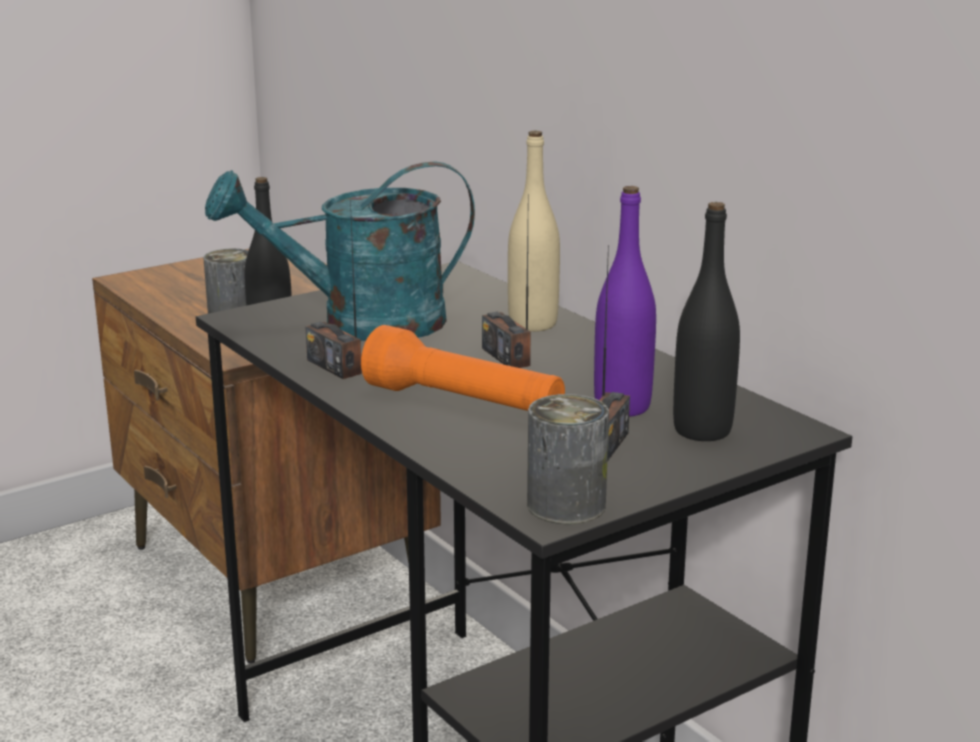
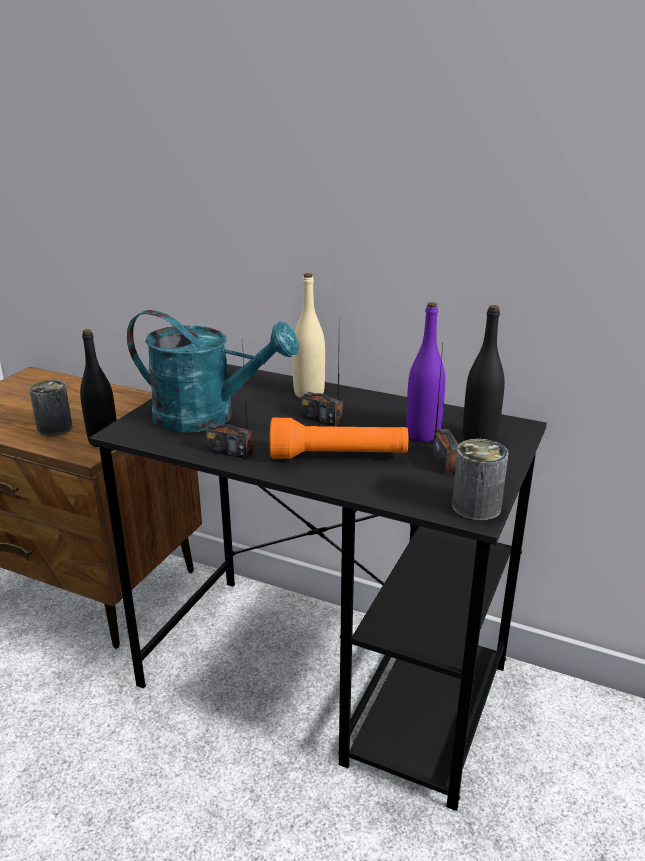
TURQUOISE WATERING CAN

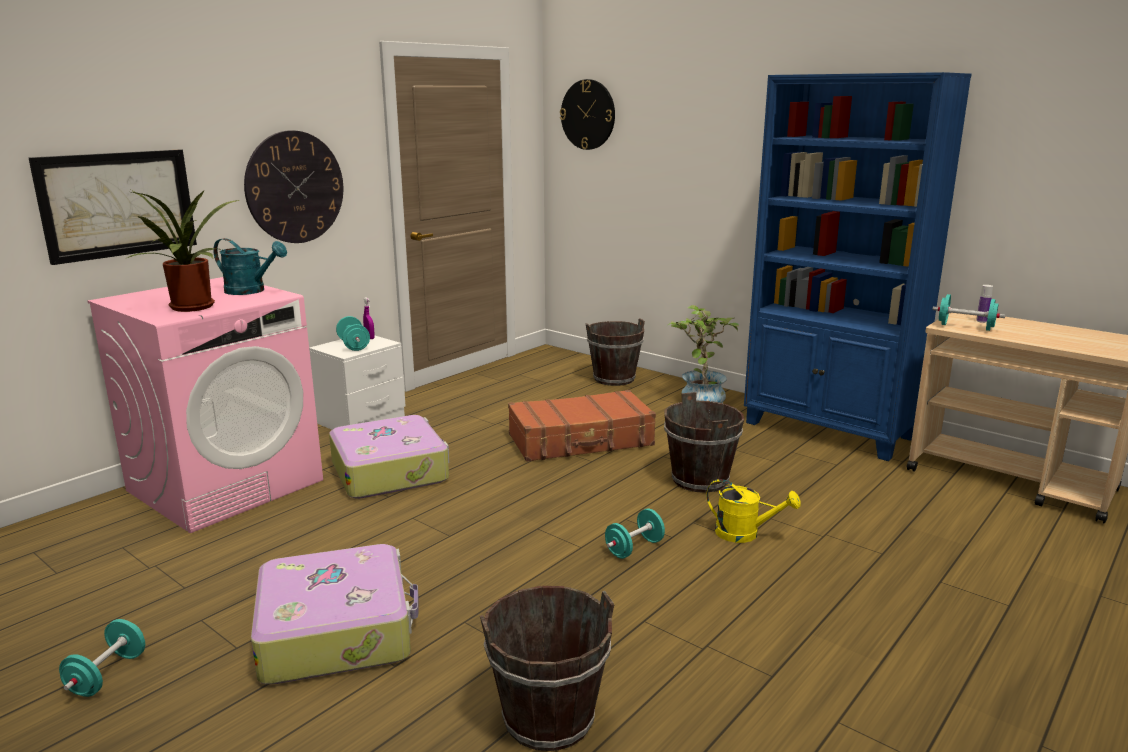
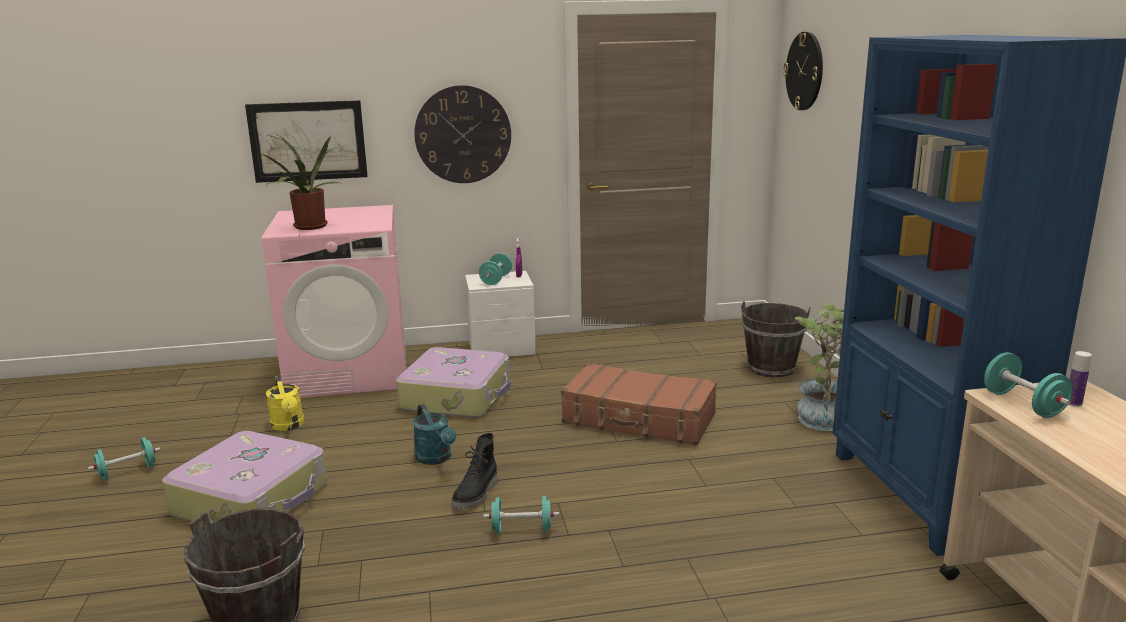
BROWN BUCKET (3rd from left in the first image)
BLACK BOOT
TURQUOISE WATERING CAN
YELLOW WATERING CAN

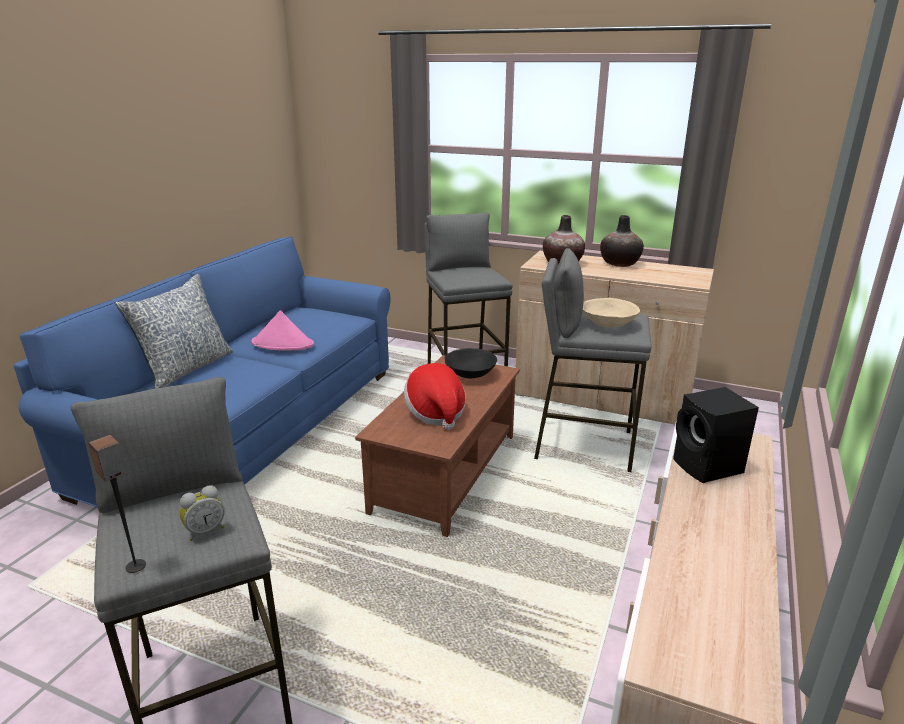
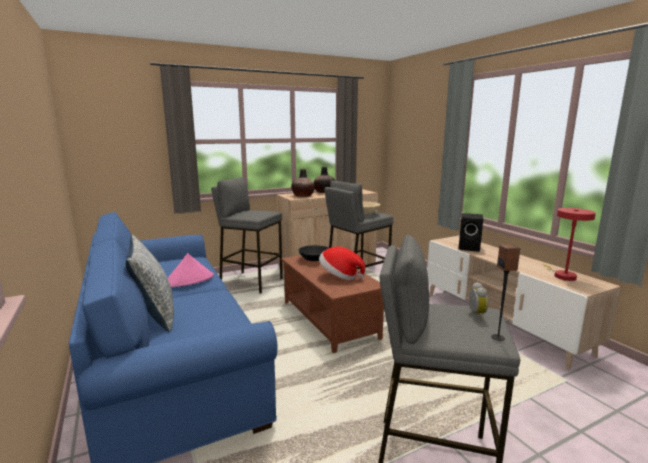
RED TABLE LAMP

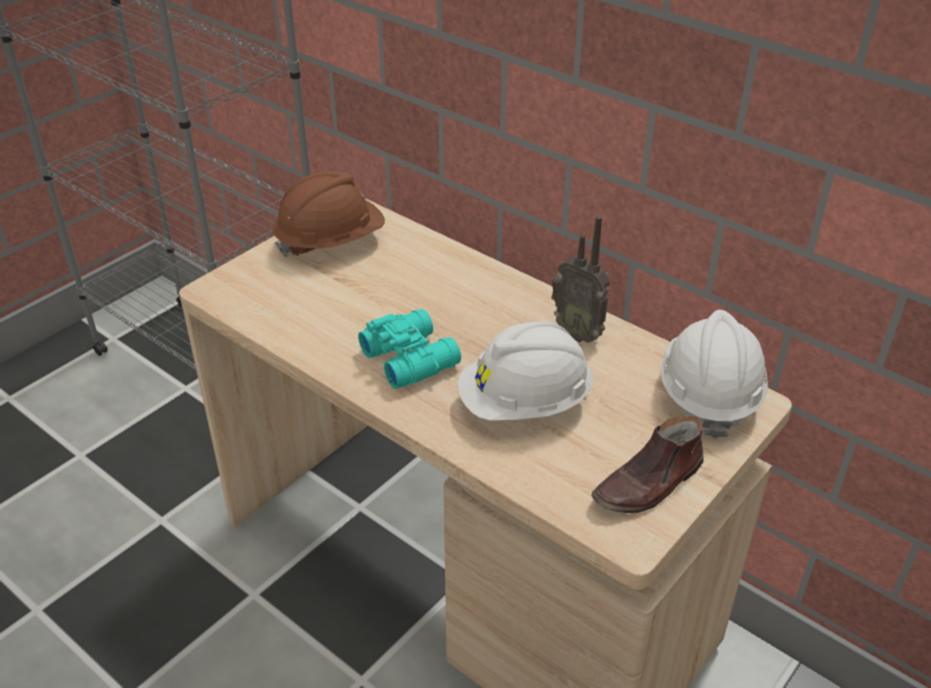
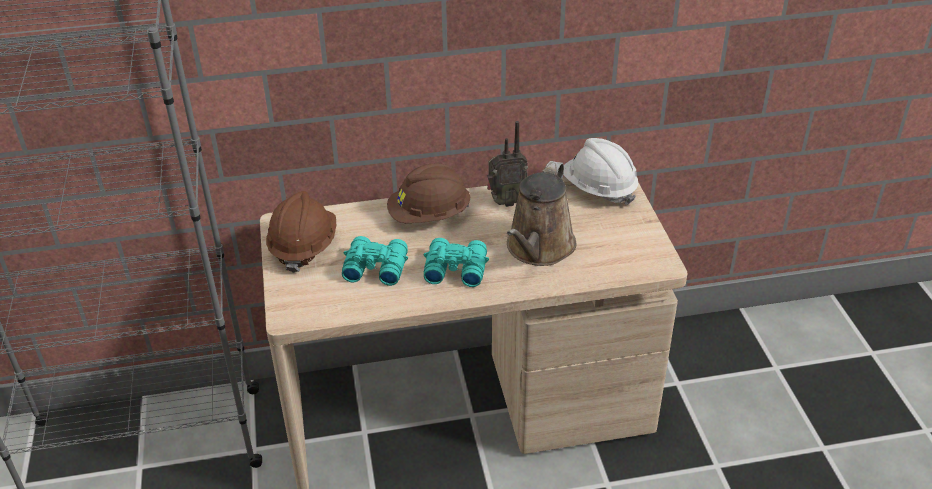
BROWN SHOE
TURQUOISE BINOCULARS (1st from left)
BROWN HARD HAT (2nd from left)
BROWN WATERING CAN

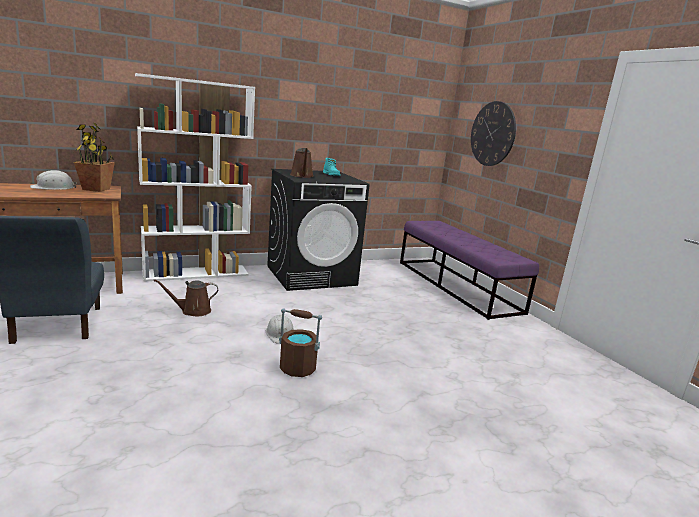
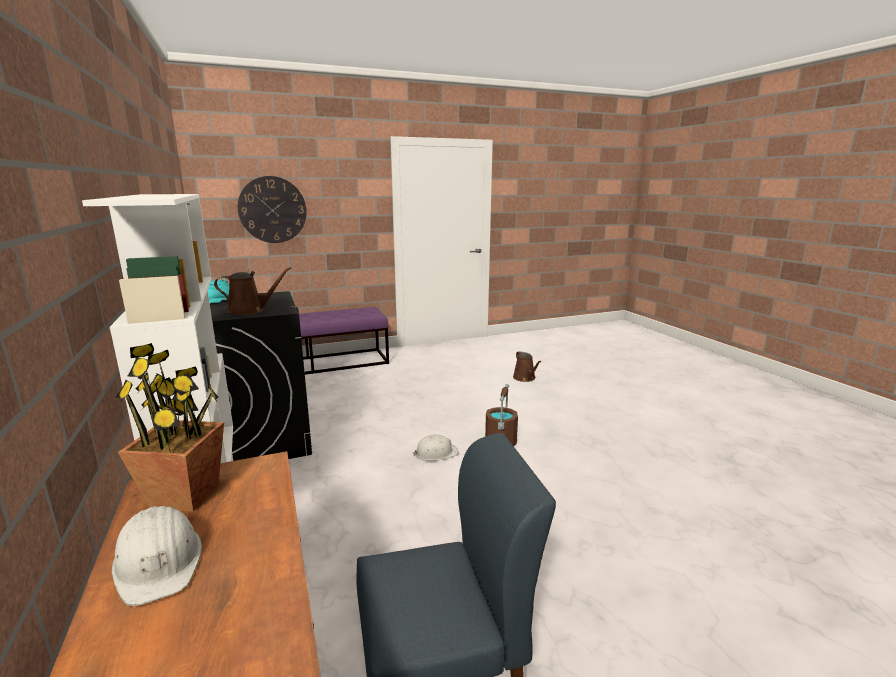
BROWN WATERING CAN (2nd from left)

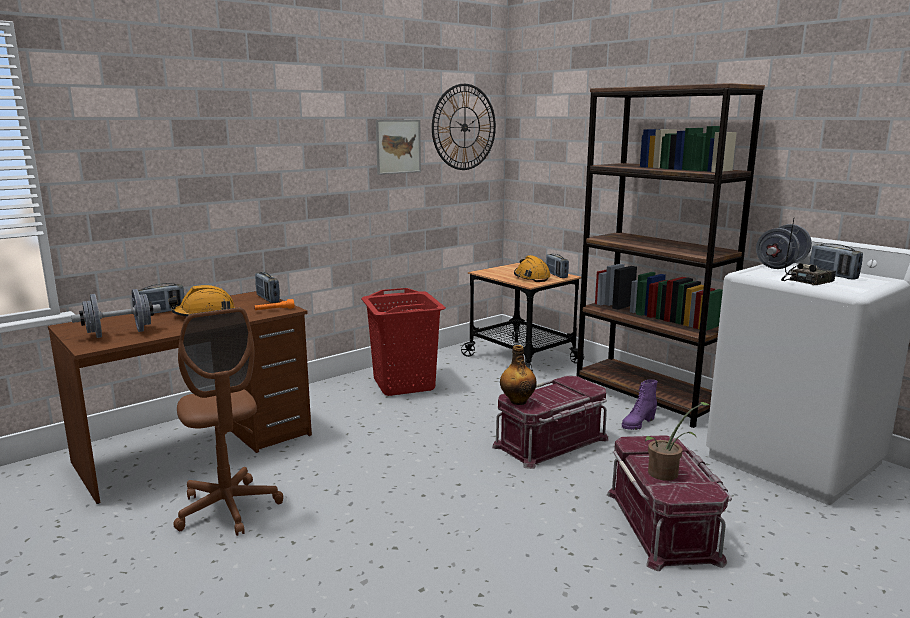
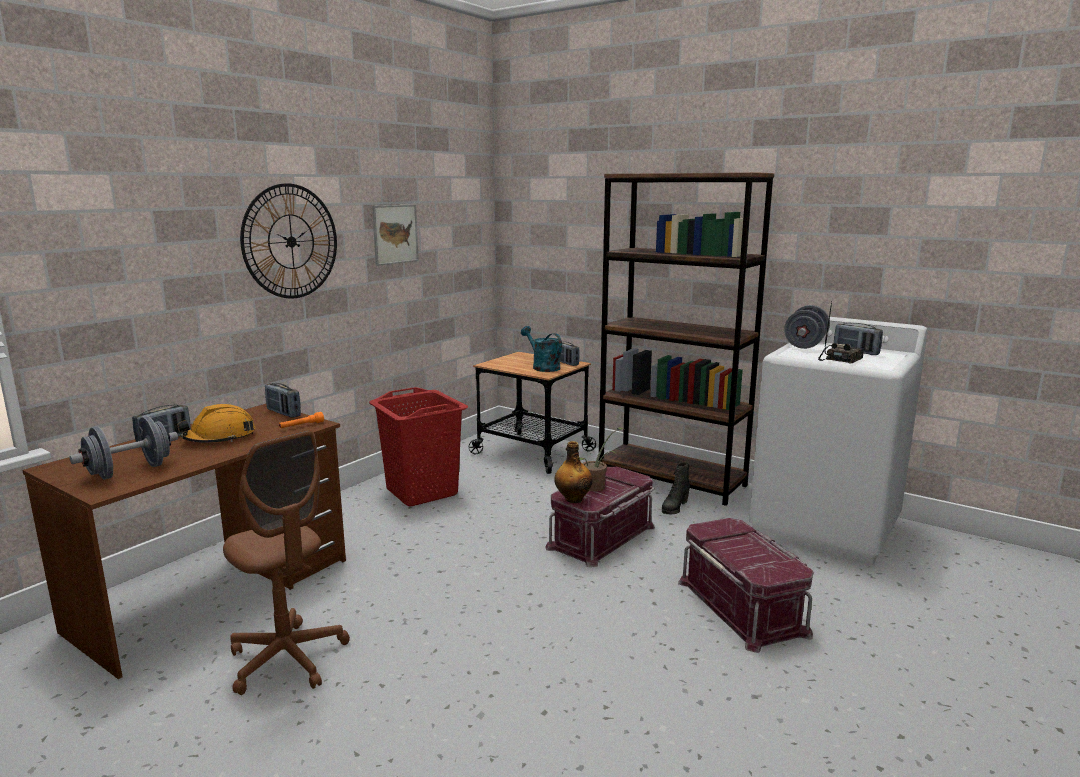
WALL CLOCK
POTTED PLANT
TURQUOISE WATERING CAN
BLACK BOOT

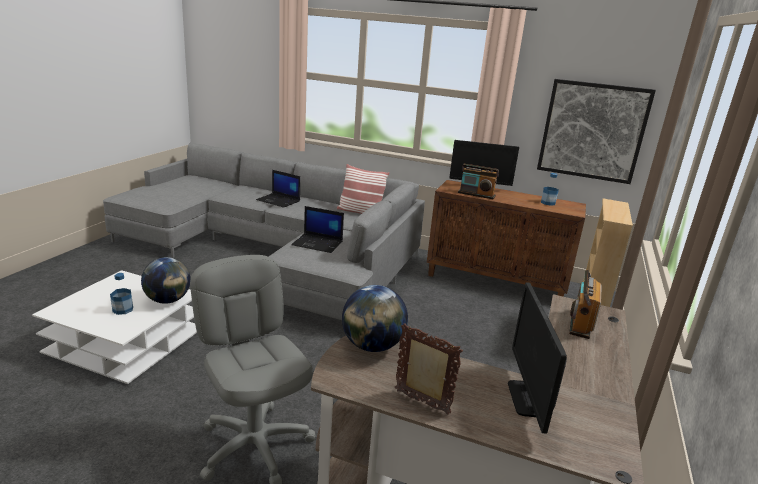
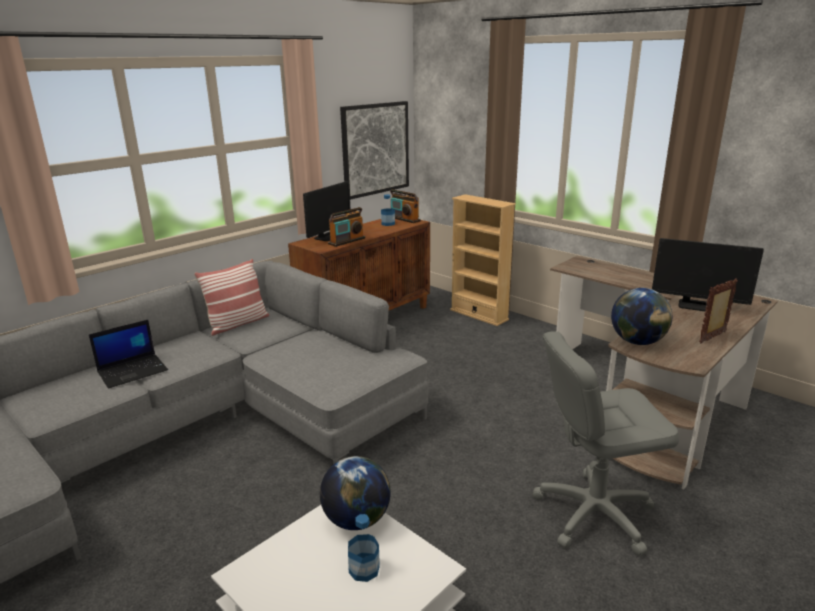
LAPTOP (2nd from left in the first image)
RADIO (2nd from left)

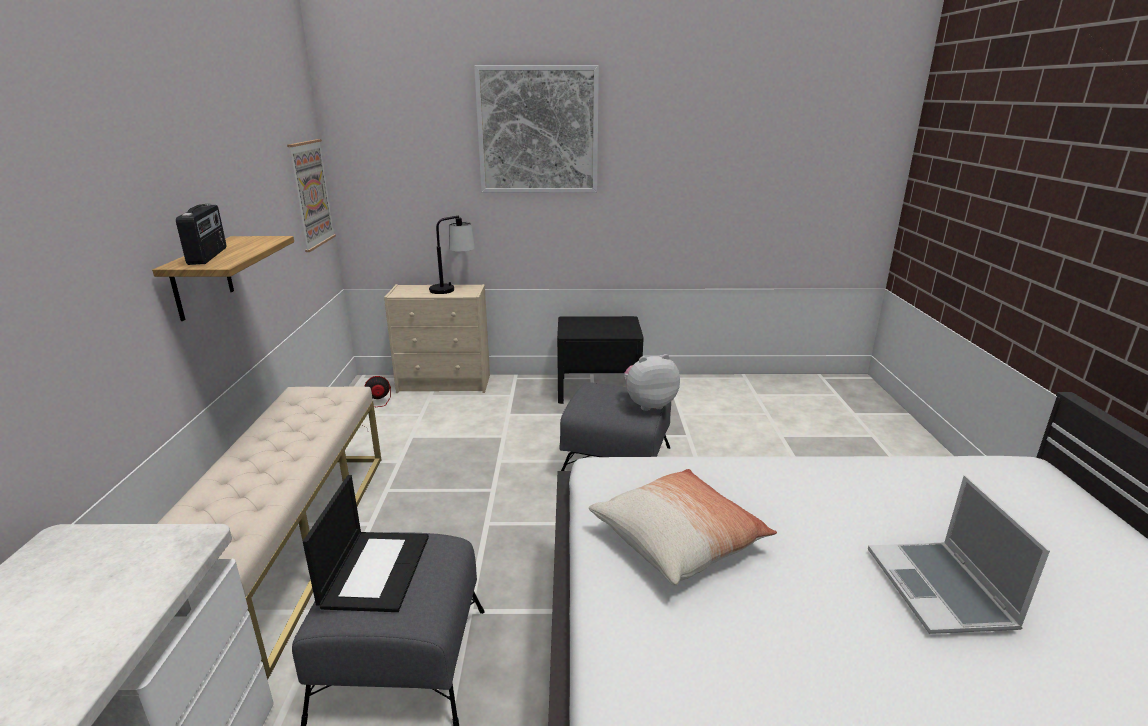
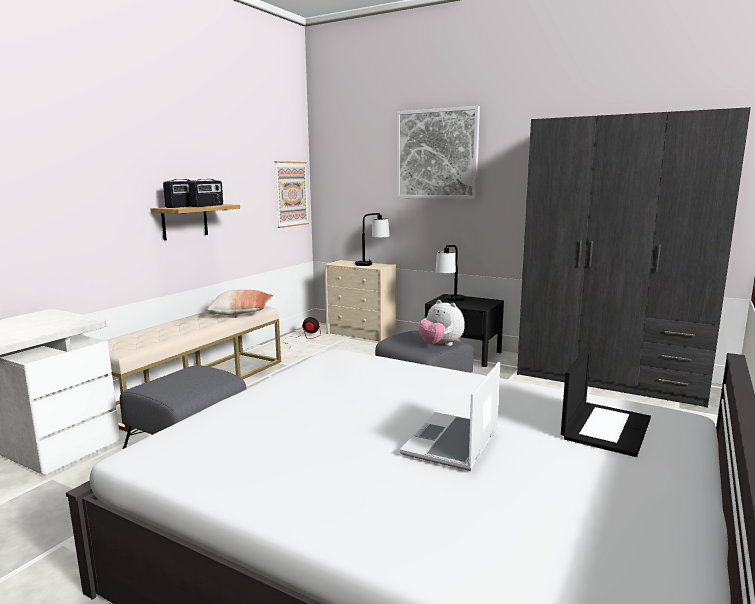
RADIO (2nd from left)
TABLE LAMP (2nd from left)
GREY WARDROBE
LAPTOP (2nd from left)
PILLOW
PLUSH TOY

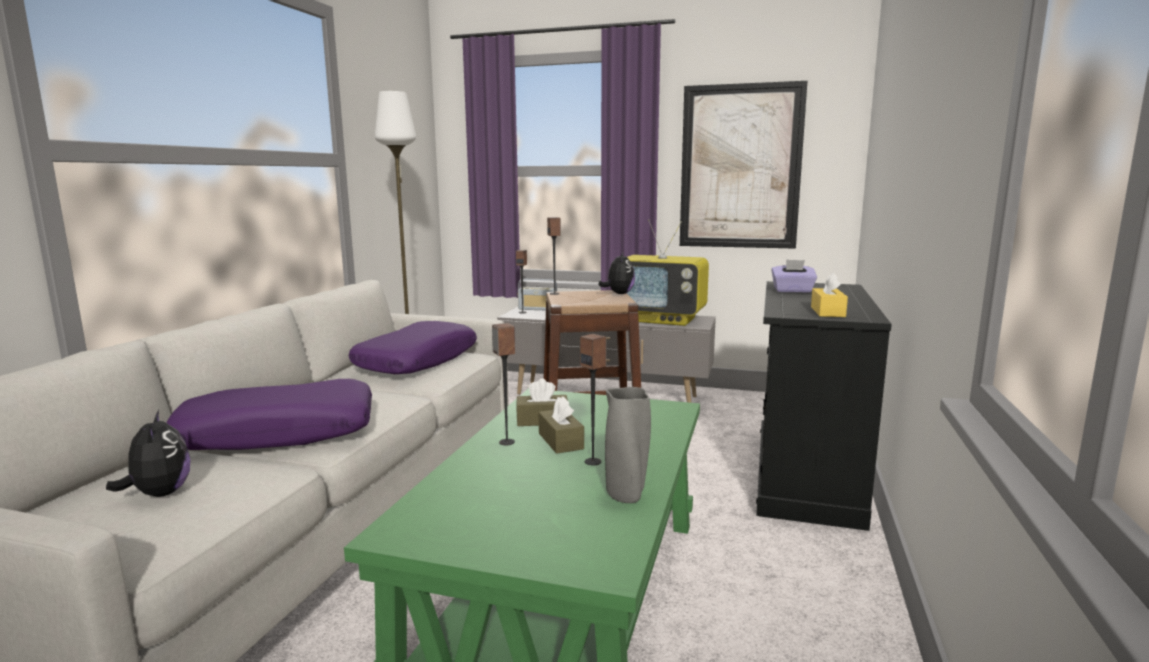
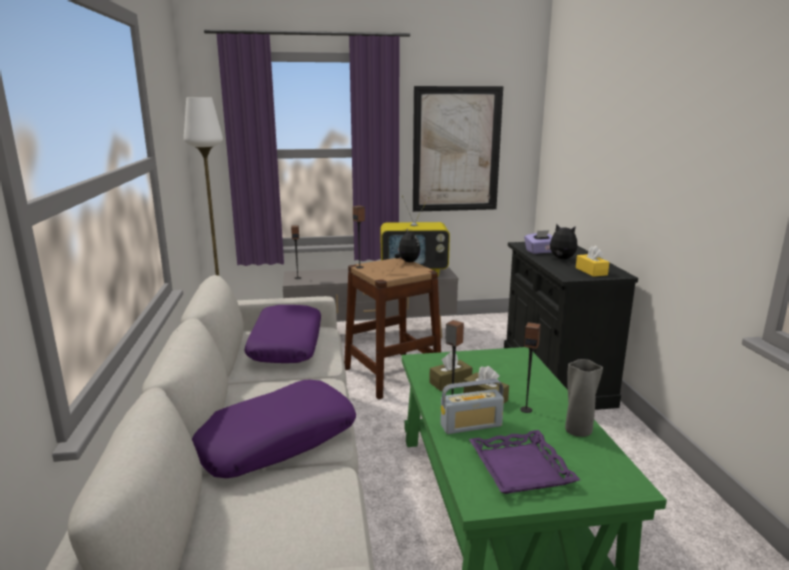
PURPLE TRAY
PLUSH TOY (2nd from left)
RADIO

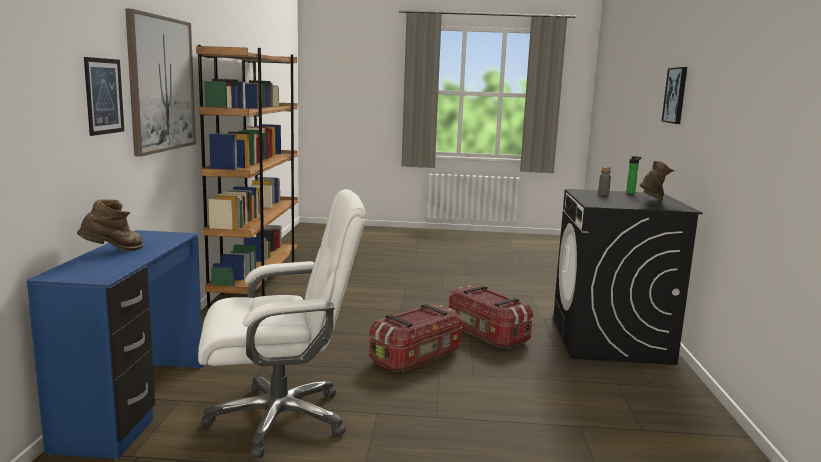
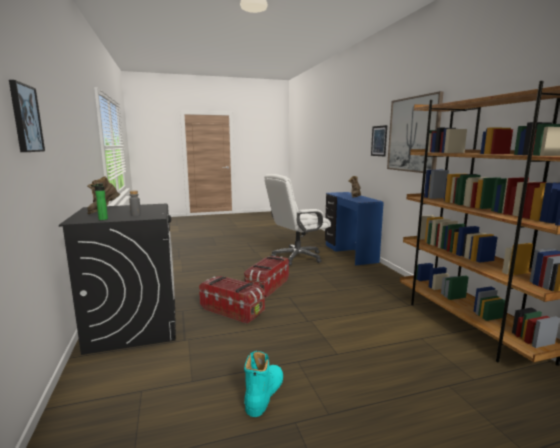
TURQUOISE BOOT

